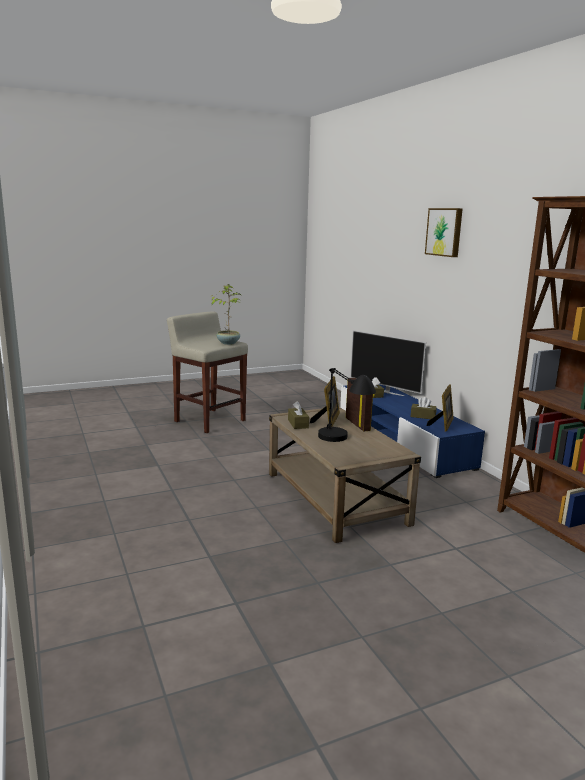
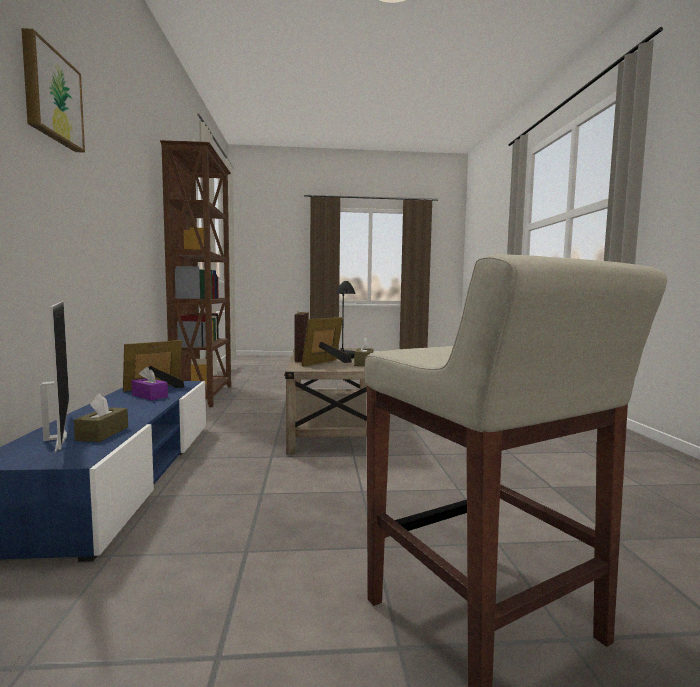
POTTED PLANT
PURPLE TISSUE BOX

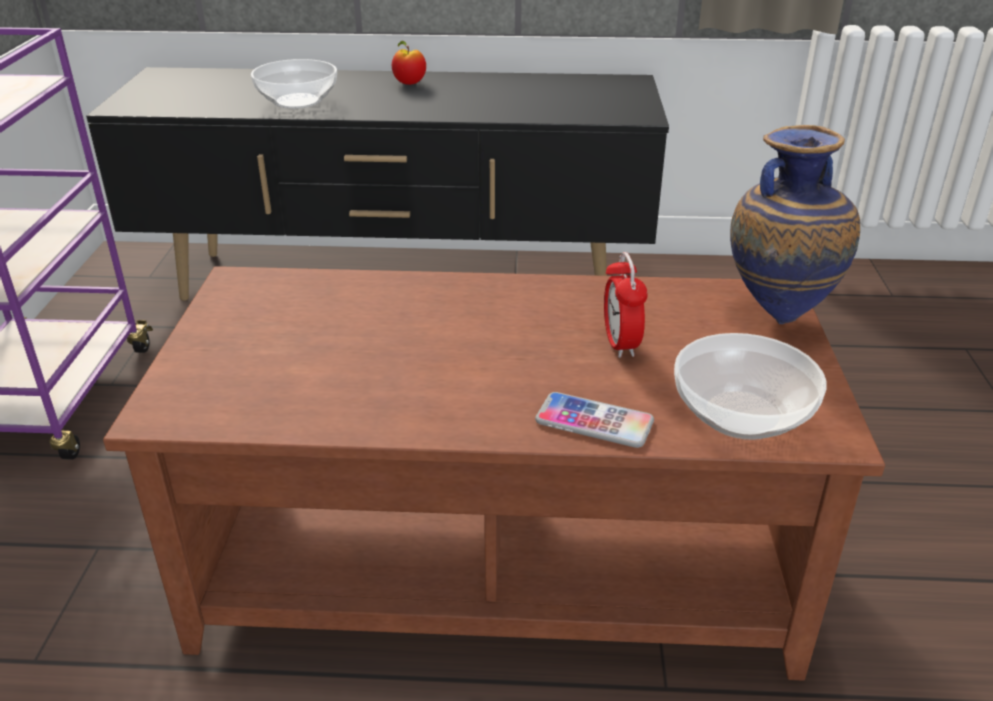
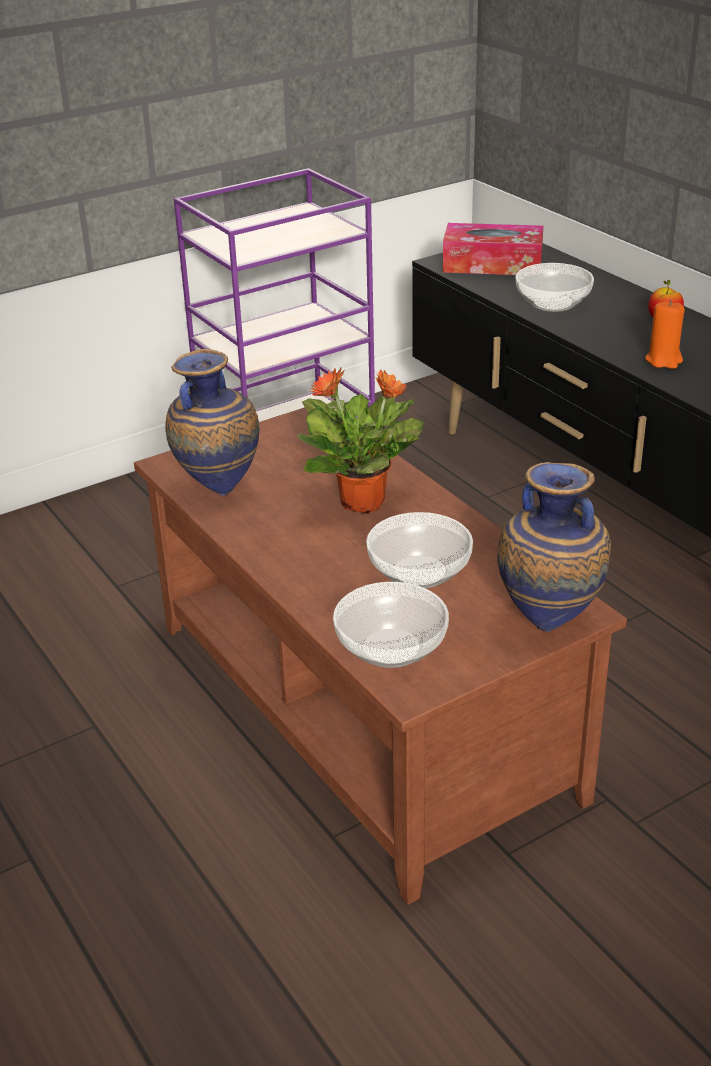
PHONE
VASE (1st from left)
POTTED PLANT
TISSUE BOX
ORANGE CANDLE
BOWL (2nd from left)

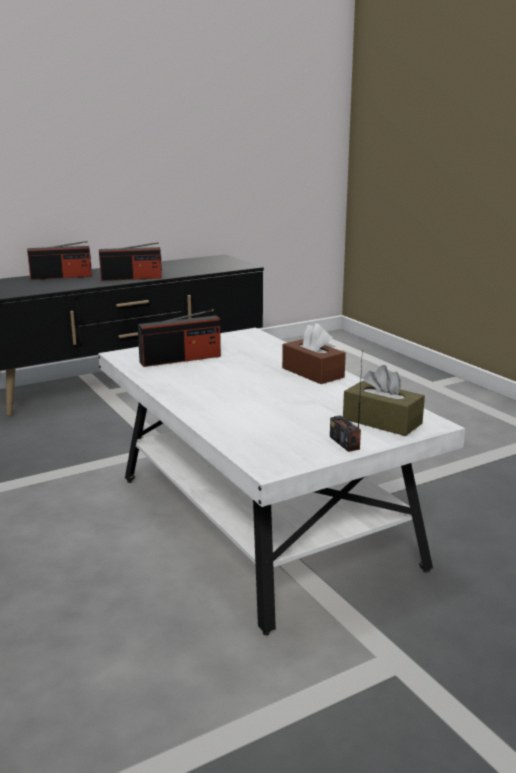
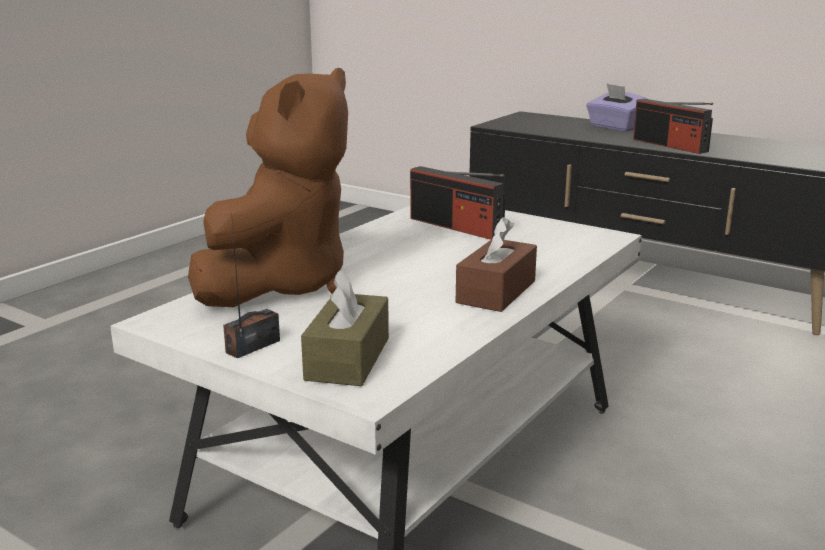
BROWN PLUSH TOY
PURPLE TISSUE BOX

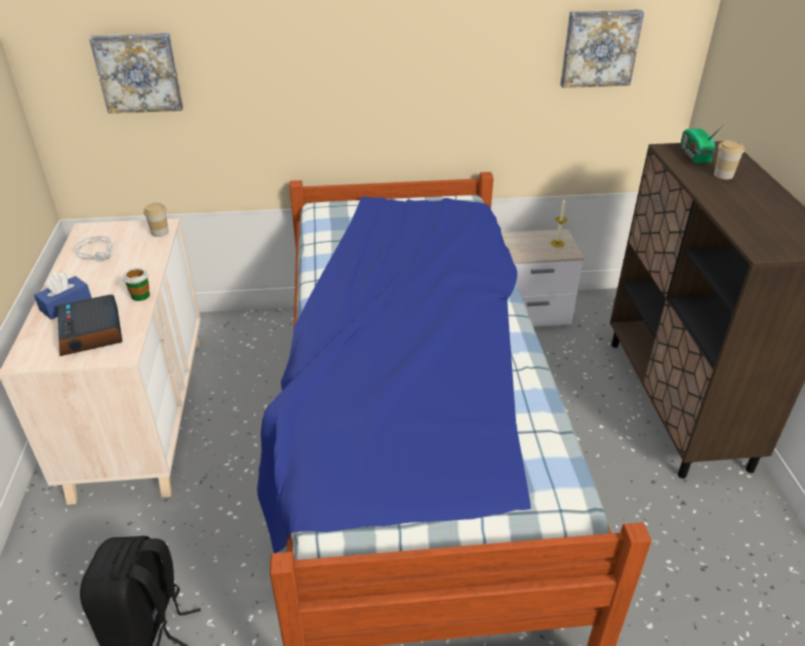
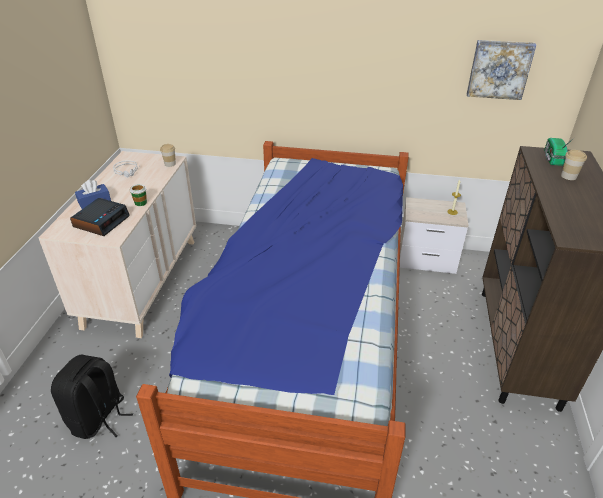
PICTURE (1st from left in the first image)
ALARM CLOCK

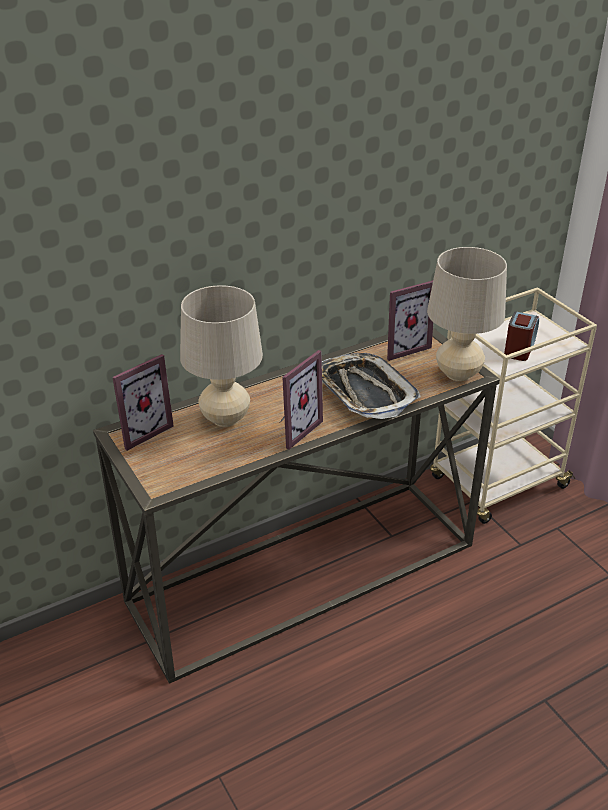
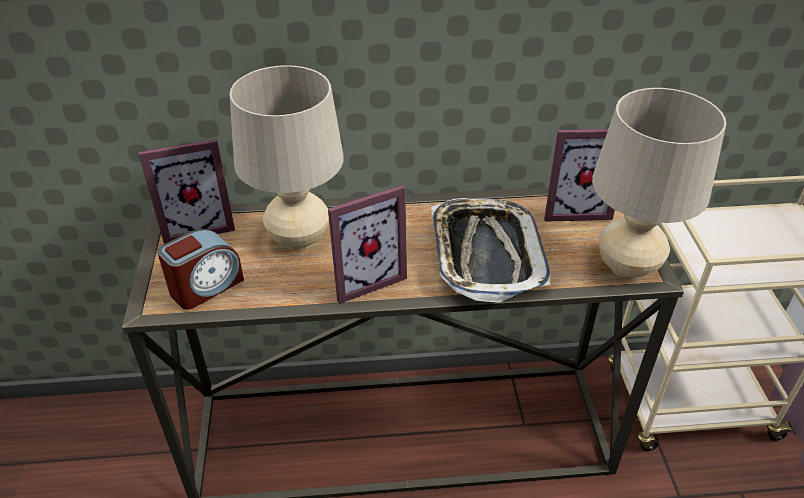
ALARM CLOCK

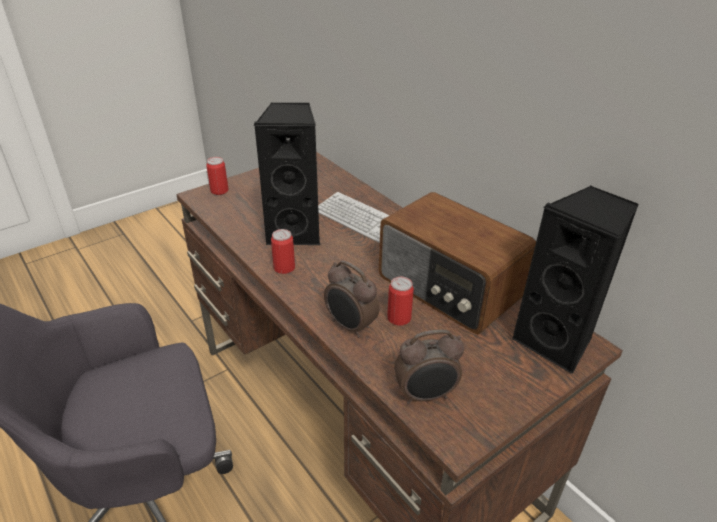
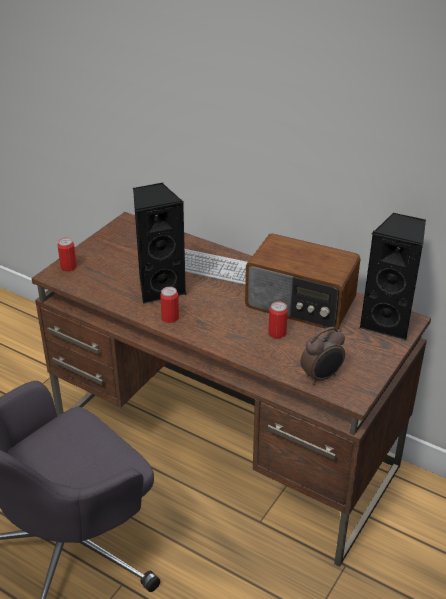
ALARM CLOCK (1st from left in the first image)

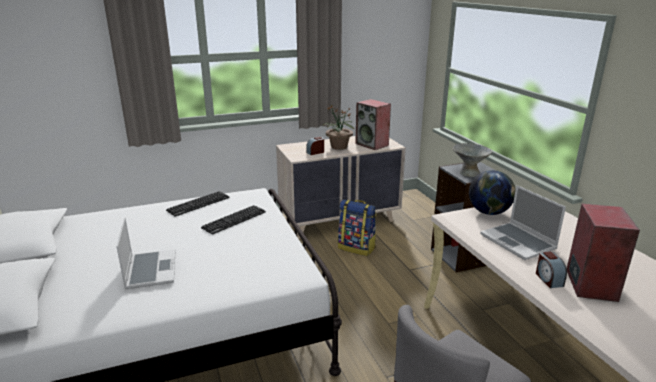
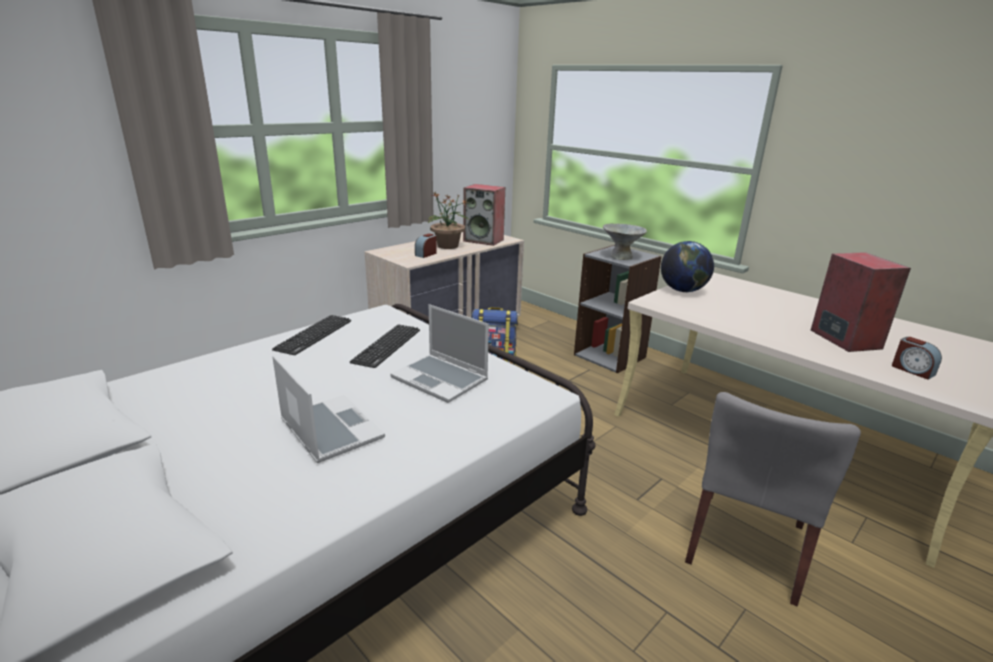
LAPTOP (2nd from left)
ALARM CLOCK (2nd from left)

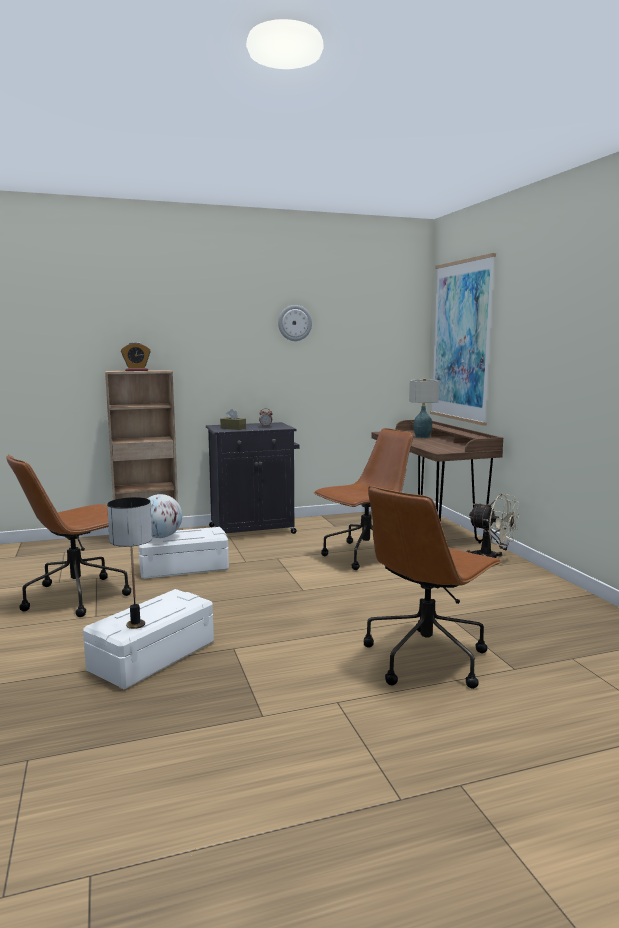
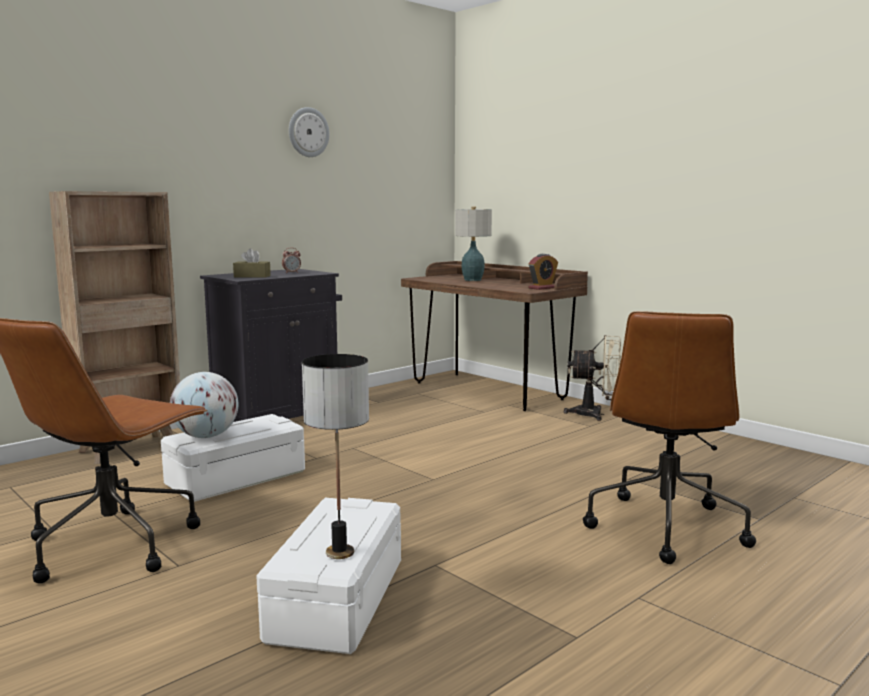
BROWN OFFICE CHAIR (2nd from left in the first image)
PICTURE
ALARM CLOCK (2nd from left)

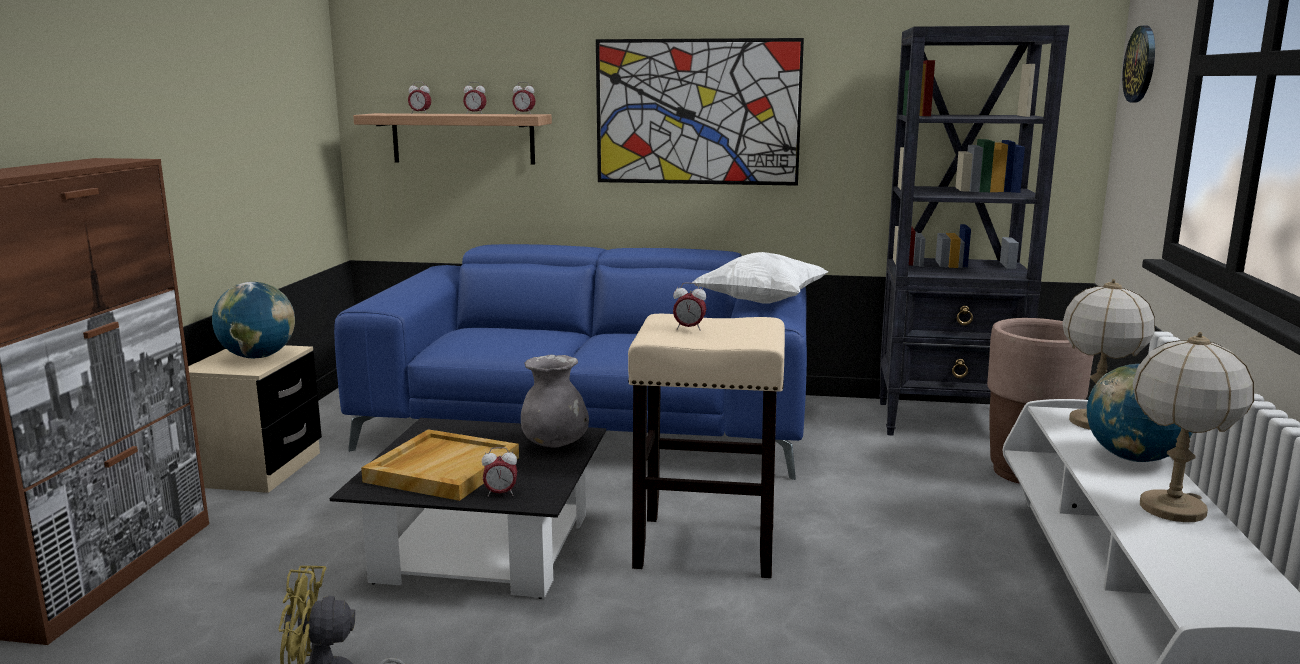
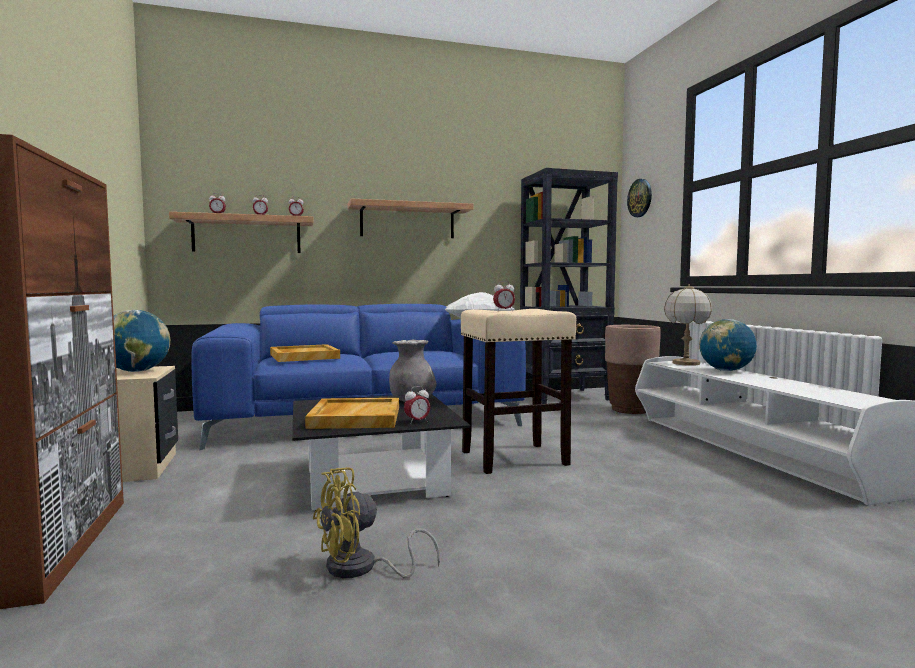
TABLE LAMP (2nd from left in the first image)
BEIGE TRAY (1st from left)
SHELF (2nd from left)

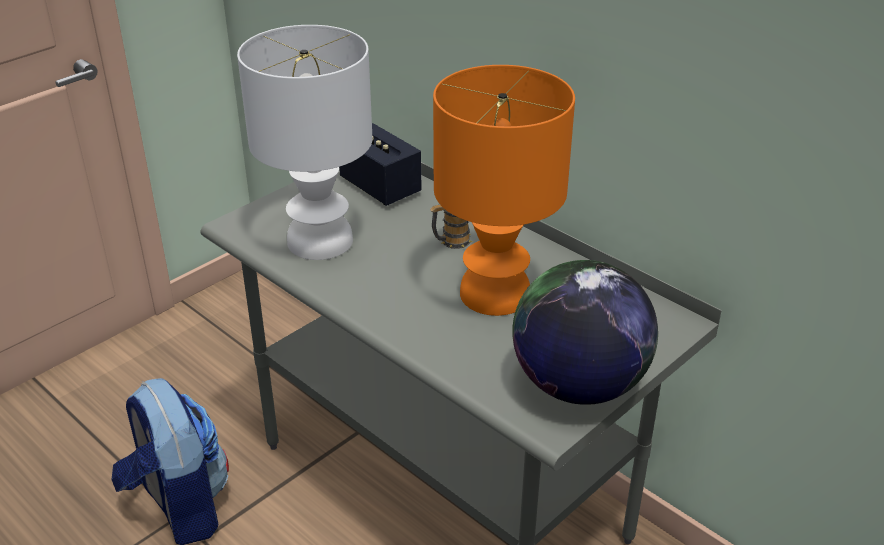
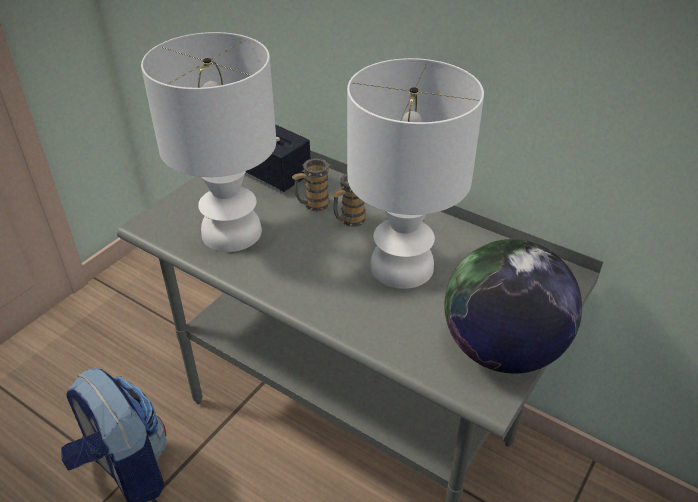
MUG (1st from left)
WHITE TABLE LAMP (2nd from left)

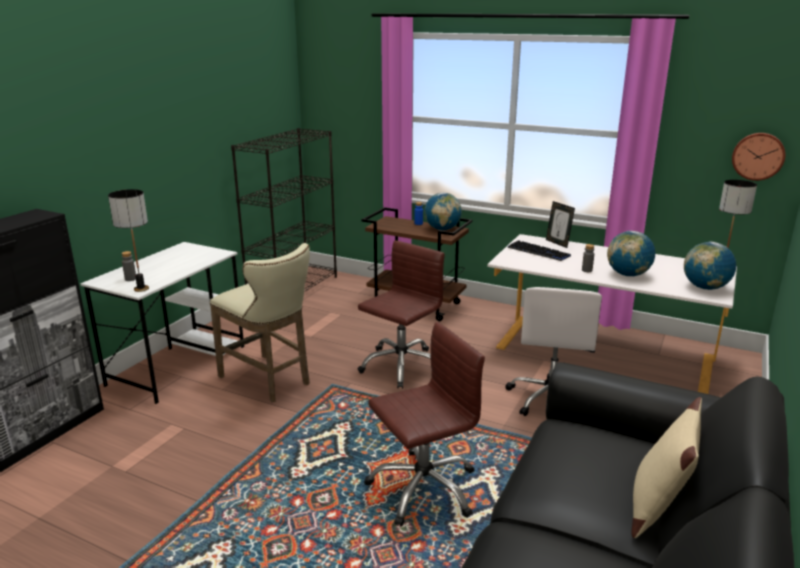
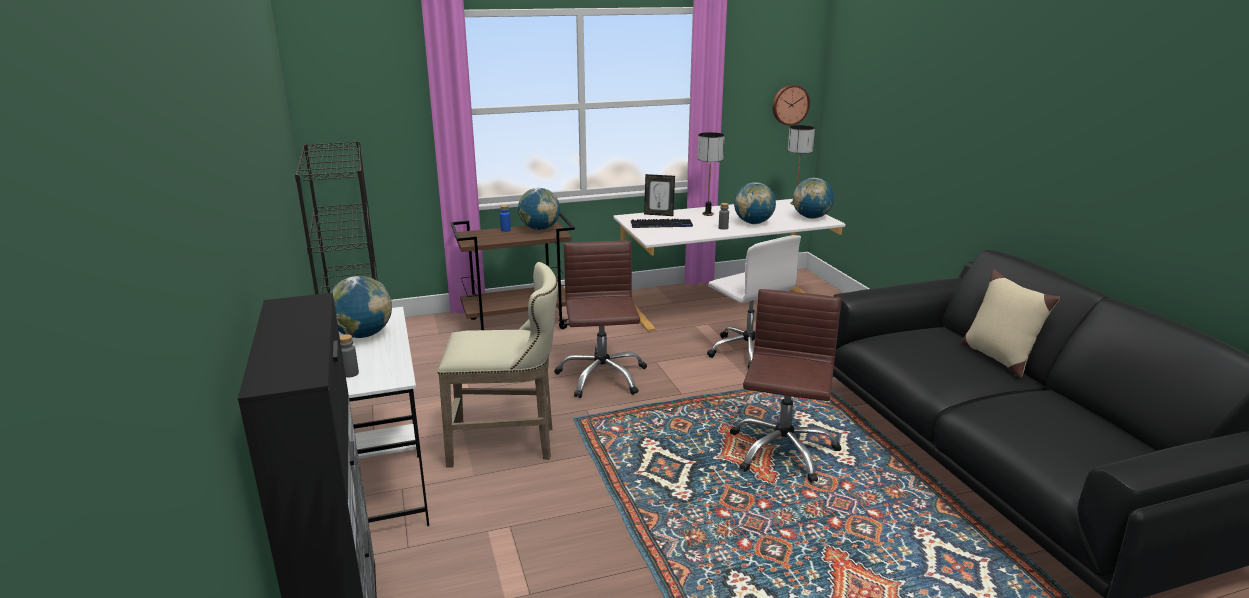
GLOBE (1st from left)
TABLE LAMP (1st from left)

